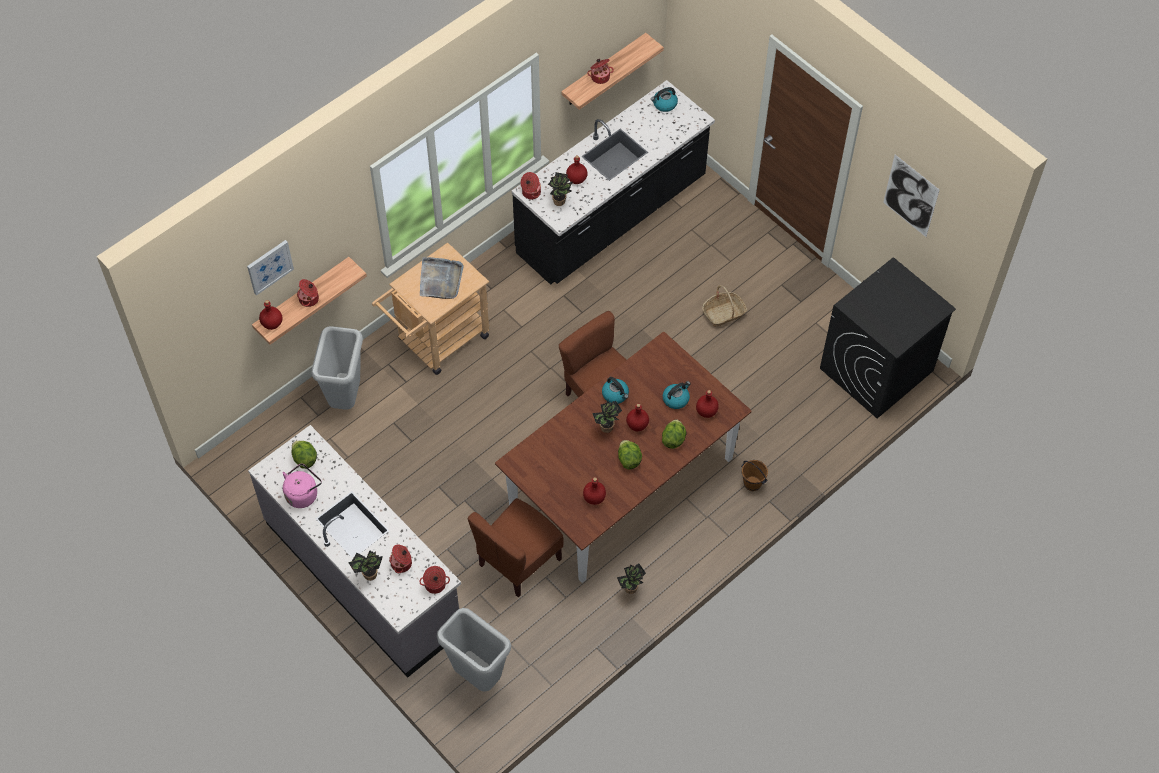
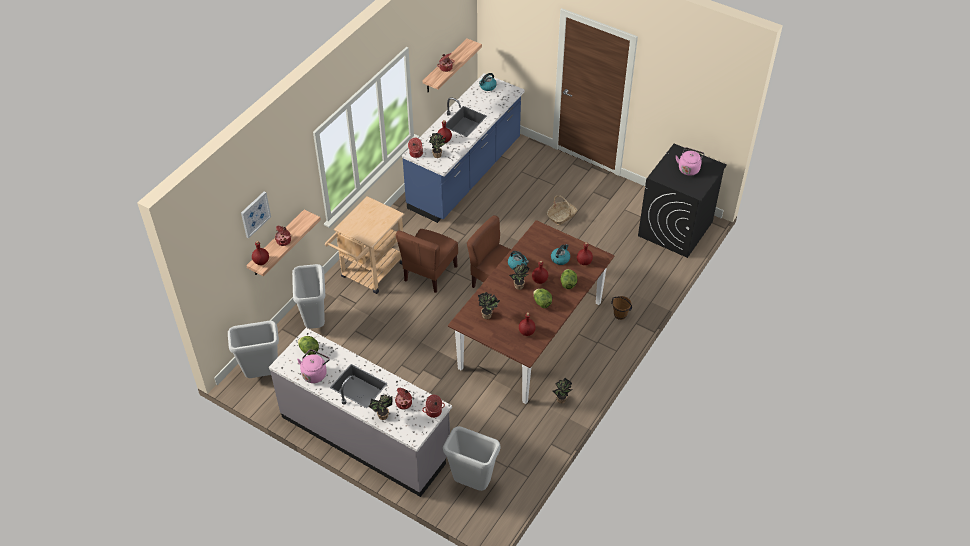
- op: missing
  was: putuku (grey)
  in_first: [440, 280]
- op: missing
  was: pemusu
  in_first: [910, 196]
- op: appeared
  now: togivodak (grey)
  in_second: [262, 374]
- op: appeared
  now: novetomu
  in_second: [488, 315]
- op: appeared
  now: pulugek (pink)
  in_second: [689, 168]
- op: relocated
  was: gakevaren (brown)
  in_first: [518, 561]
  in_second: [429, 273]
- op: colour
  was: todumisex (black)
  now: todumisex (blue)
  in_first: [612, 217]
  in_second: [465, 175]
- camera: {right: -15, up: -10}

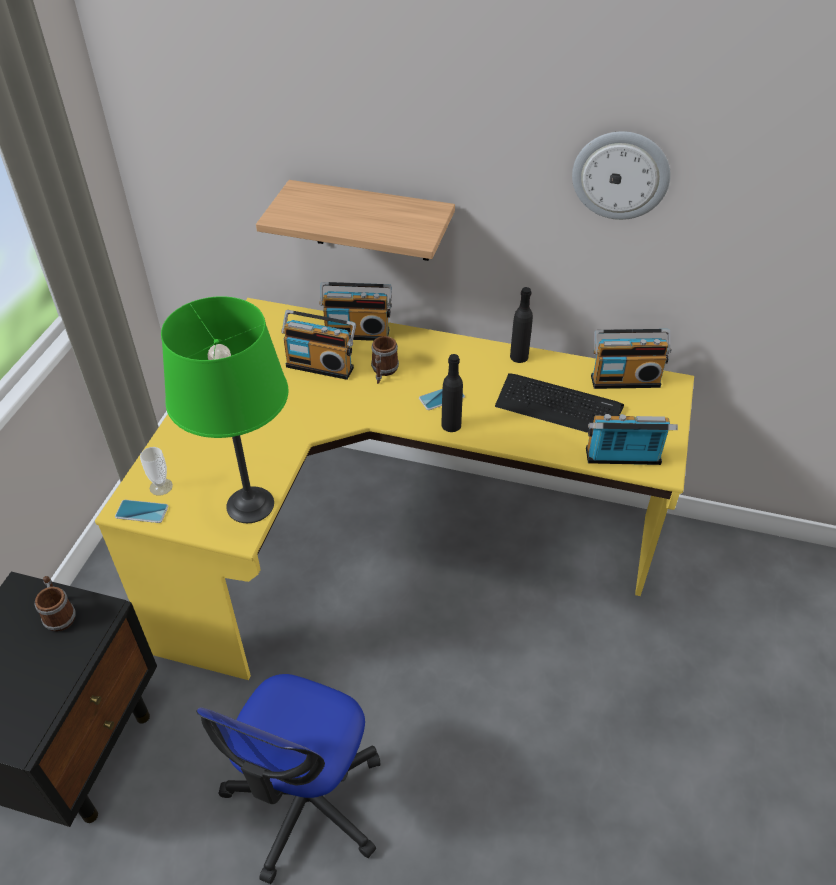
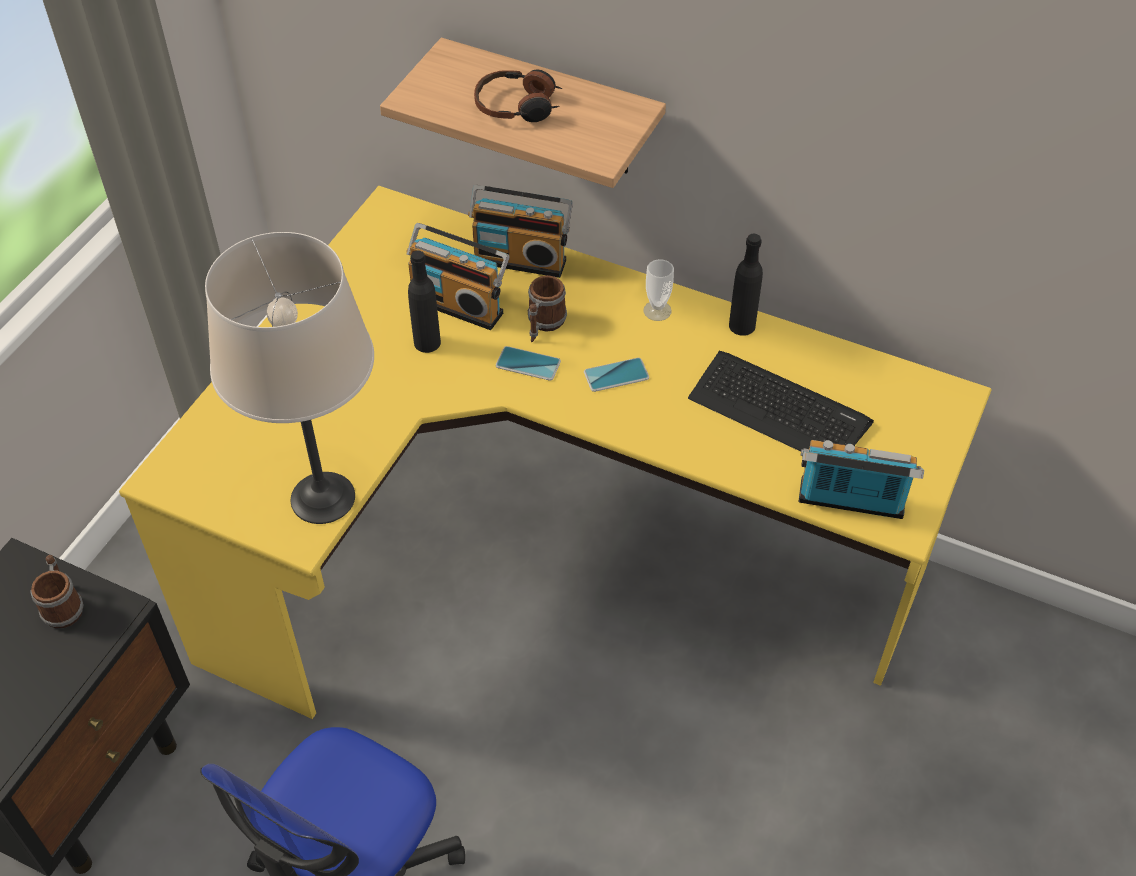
- op: missing
  was: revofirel
  in_first: [620, 175]
- op: missing
  was: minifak
  in_first: [624, 379]
- op: appeared
  now: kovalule
  in_second: [518, 106]
- op: relocated
  was: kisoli
  in_first: [142, 512]
  in_second: [528, 364]
- op: relocated
  was: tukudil
  in_first: [161, 487]
  in_second: [657, 311]
- op: relocated
  was: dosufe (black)
  in_first: [451, 425]
  in_second: [427, 342]
- op: colour
  was: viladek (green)
  now: viladek (beige)
  in_first: [250, 504]
  in_second: [323, 498]
- camera: {right: 10, up: 5}

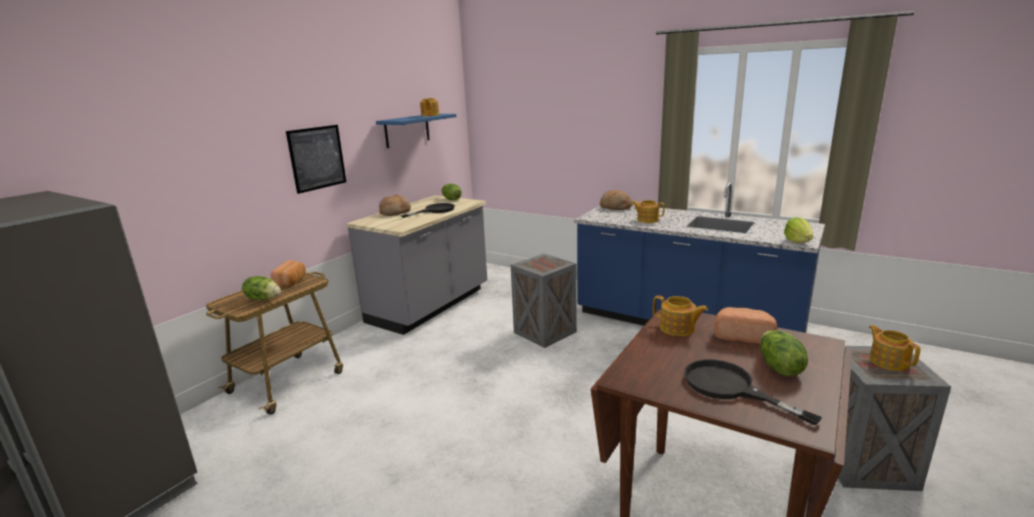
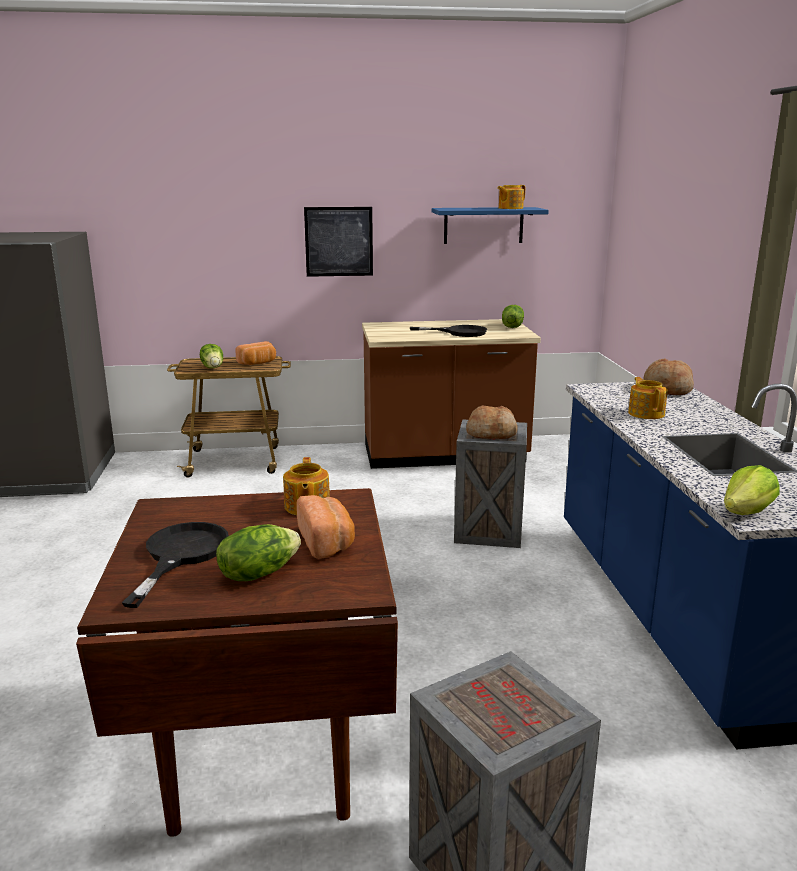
- op: missing
  was: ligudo
  in_first: [888, 361]
- op: relocated
  was: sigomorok
  in_first: [395, 212]
  in_second: [492, 433]
- op: colour
  was: todumisex (grey)
  now: todumisex (brown)
  in_first: [430, 306]
  in_second: [444, 455]
- camera: {right: 50, up: 0}

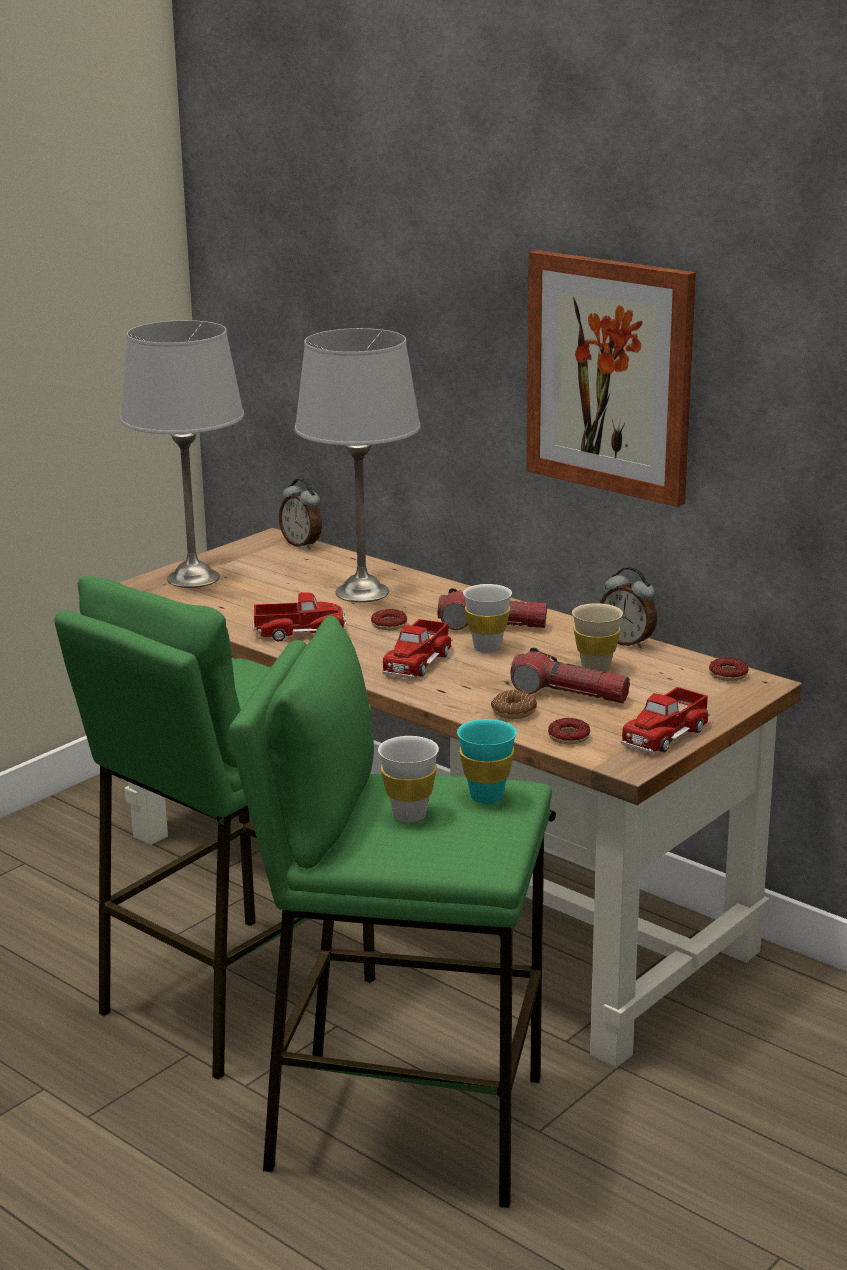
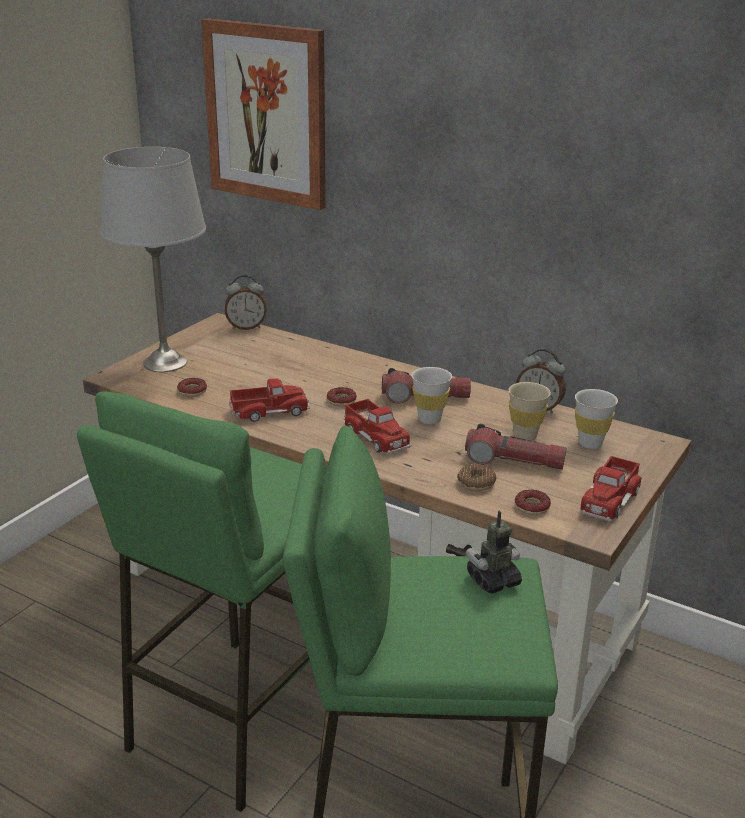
- op: missing
  was: viladek (grey)
  in_first: [362, 593]
- op: relocated
  was: tukudil (white)
  in_first: [409, 815]
  in_second: [590, 443]
- op: relocated
  was: pemusu
  in_first: [610, 376]
  in_second: [267, 113]
- op: relocated
  was: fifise
  in_first: [728, 674]
  in_second: [192, 391]
- op: exchanged
  was: tukudil (turquoise)
  now: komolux
  in_first: [486, 797]
  in_second: [493, 580]
- op: spun
  was: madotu
  in_first: [302, 544]
  in_second: [246, 327]
  clockwise: -45
- op: spun
  was: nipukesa
  in_first: [416, 662]
  in_second: [377, 437]
  clockwise: -45
- camera: {right: -10, up: 5}

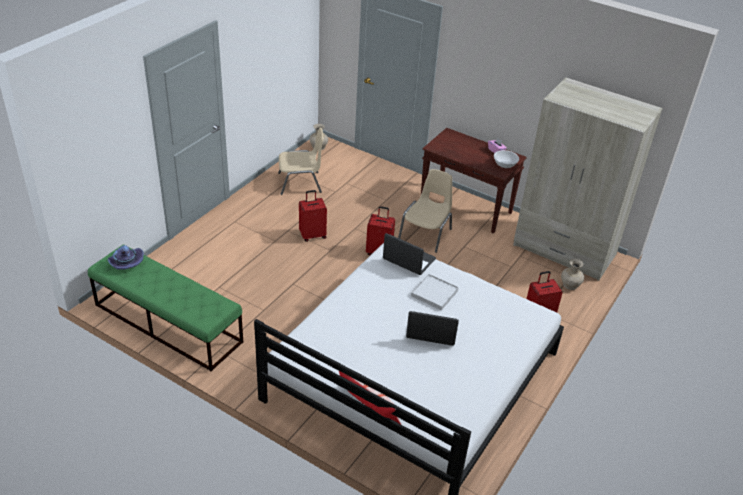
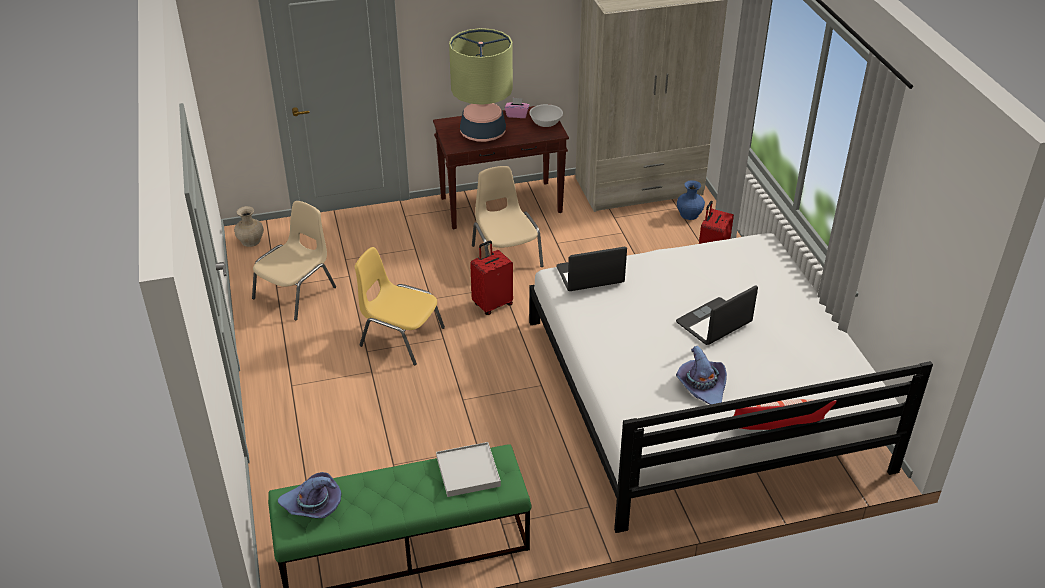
- op: appeared
  now: viladek
  in_second: [483, 133]
- op: appeared
  now: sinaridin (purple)
  in_second: [702, 386]
- op: relocated
  was: putuku (white)
  in_first: [434, 293]
  in_second: [468, 472]
- op: exchanged
  was: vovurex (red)
  now: gakevaren (yellow)
  in_first: [312, 235]
  in_second: [400, 337]
- op: colour
  was: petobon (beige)
  now: petobon (blue)
  in_first: [570, 284]
  in_second: [689, 214]
- camera: {right: -45, up: 0}

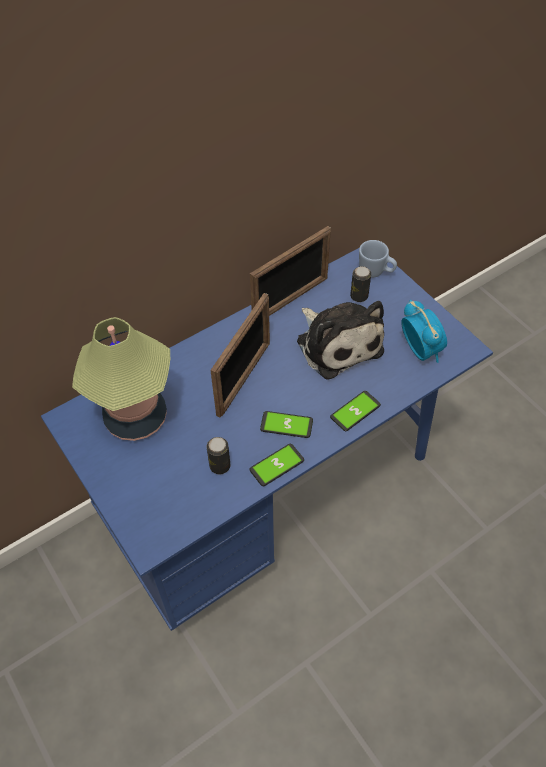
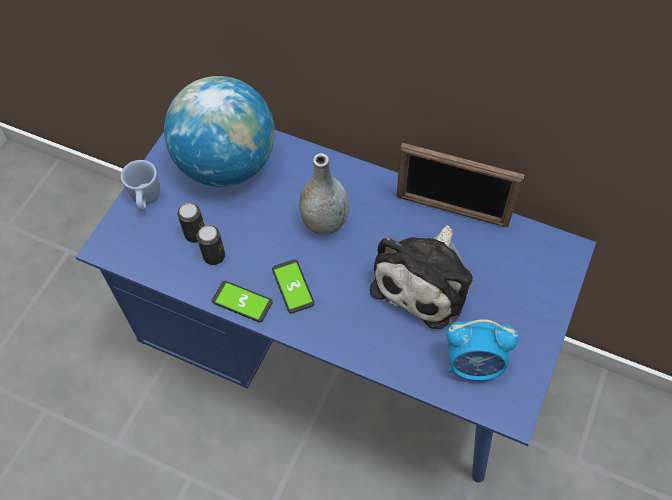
- op: missing
  was: kisoli
  in_first: [355, 411]
- op: relocated
  was: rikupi
  in_first: [359, 296]
  in_second: [195, 234]
- op: relocated
  was: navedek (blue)
  in_first: [376, 272]
  in_second: [146, 199]
- op: exchanged
  was: viladek
  now: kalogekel
  in_first: [136, 417]
  in_second: [227, 164]
- op: exchanged
  was: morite
  now: petobon (grey)
  in_first: [244, 378]
  in_second: [324, 222]
- op: spun
  was: madotu
  in_first: [420, 350]
  in_second: [474, 364]
  clockwise: 60
- camera: {right: 60, up: 5}

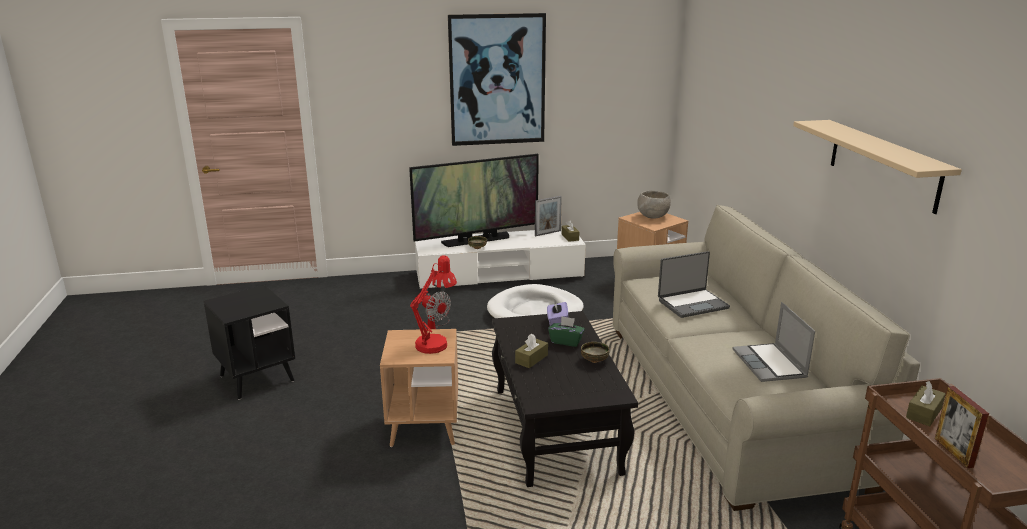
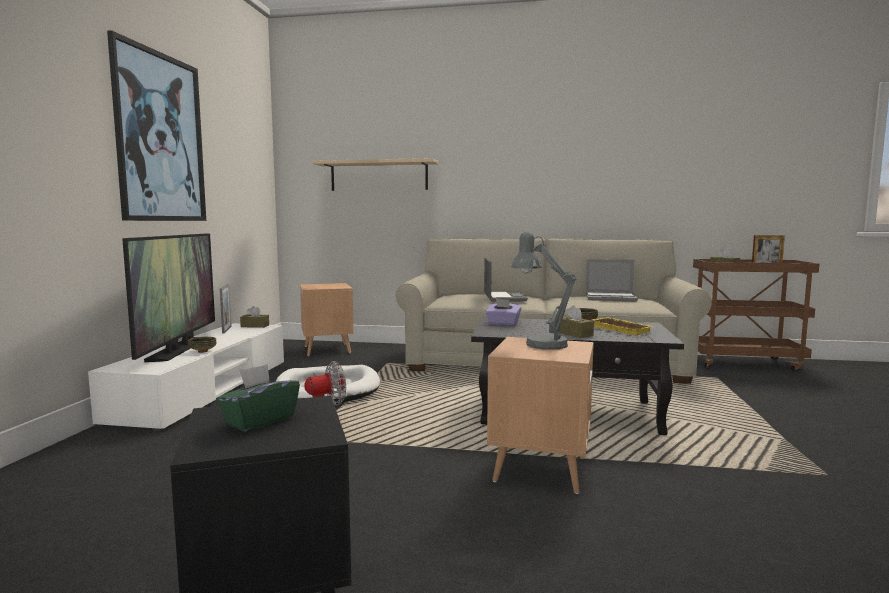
- op: missing
  was: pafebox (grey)
  in_first: [653, 217]
- op: appeared
  now: putuku (yellow)
  in_second: [623, 330]
- op: relocated
  was: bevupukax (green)
  in_first: [566, 341]
  in_second: [259, 421]
- op: relocated
  was: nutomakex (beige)
  in_first: [883, 164]
  in_second: [379, 176]
- op: colour
  was: viladek (red)
  now: viladek (grey)
  in_first: [436, 342]
  in_second: [540, 343]
- camera: {right: -70, up: -15}

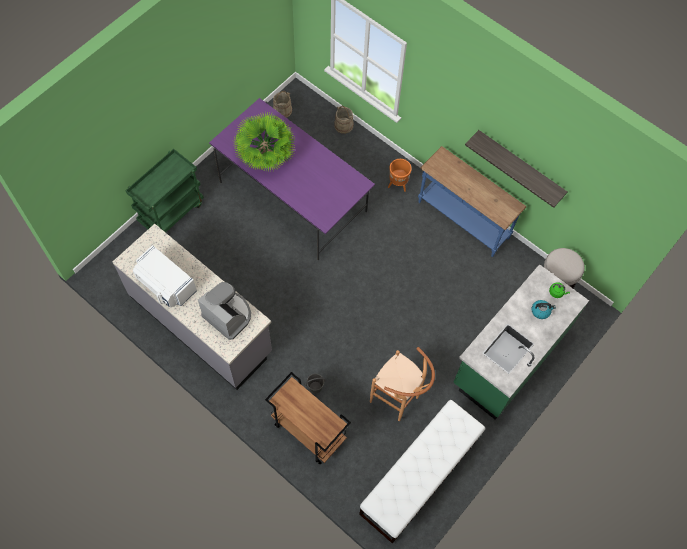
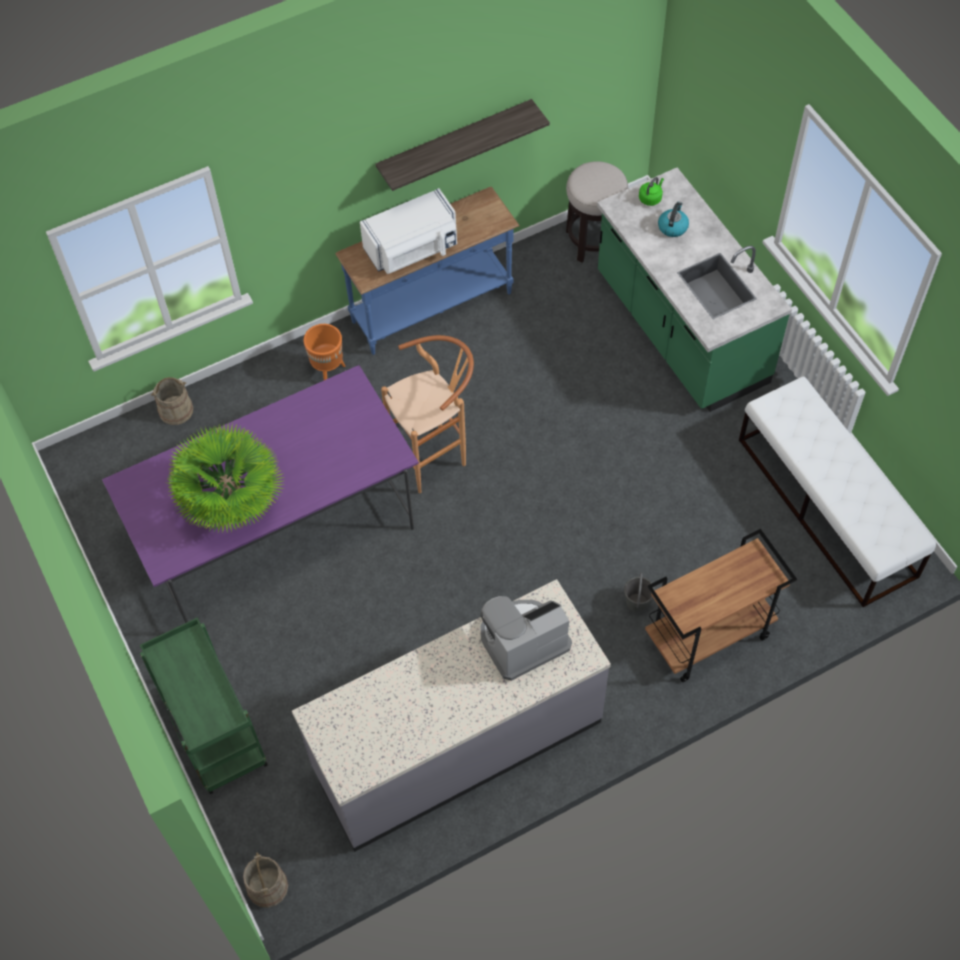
- op: relocated
  was: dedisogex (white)
  in_first: [166, 285]
  in_second: [413, 249]
- op: relocated
  was: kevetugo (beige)
  in_first: [282, 110]
  in_second: [267, 887]
- op: relocated
  was: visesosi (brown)
  in_first: [398, 401]
  in_second: [435, 455]
- camera: {right: -65, up: -5}

